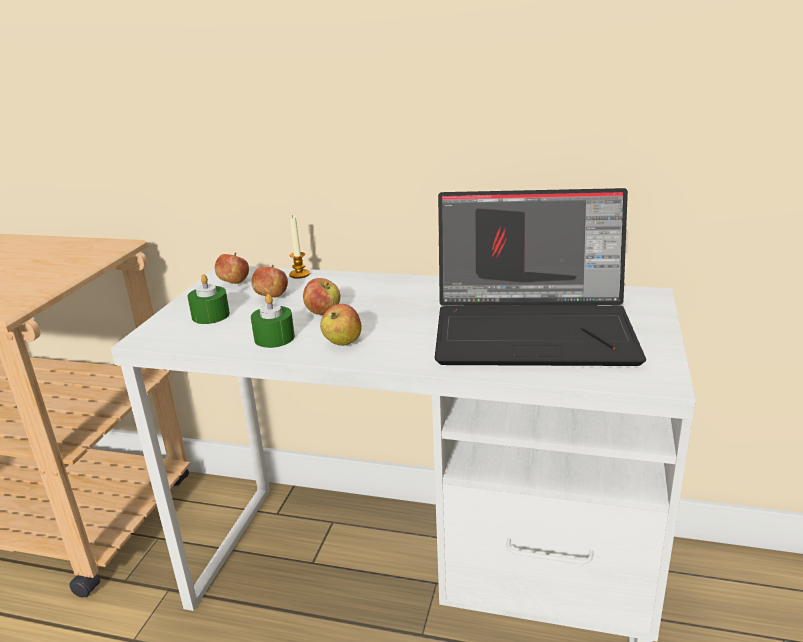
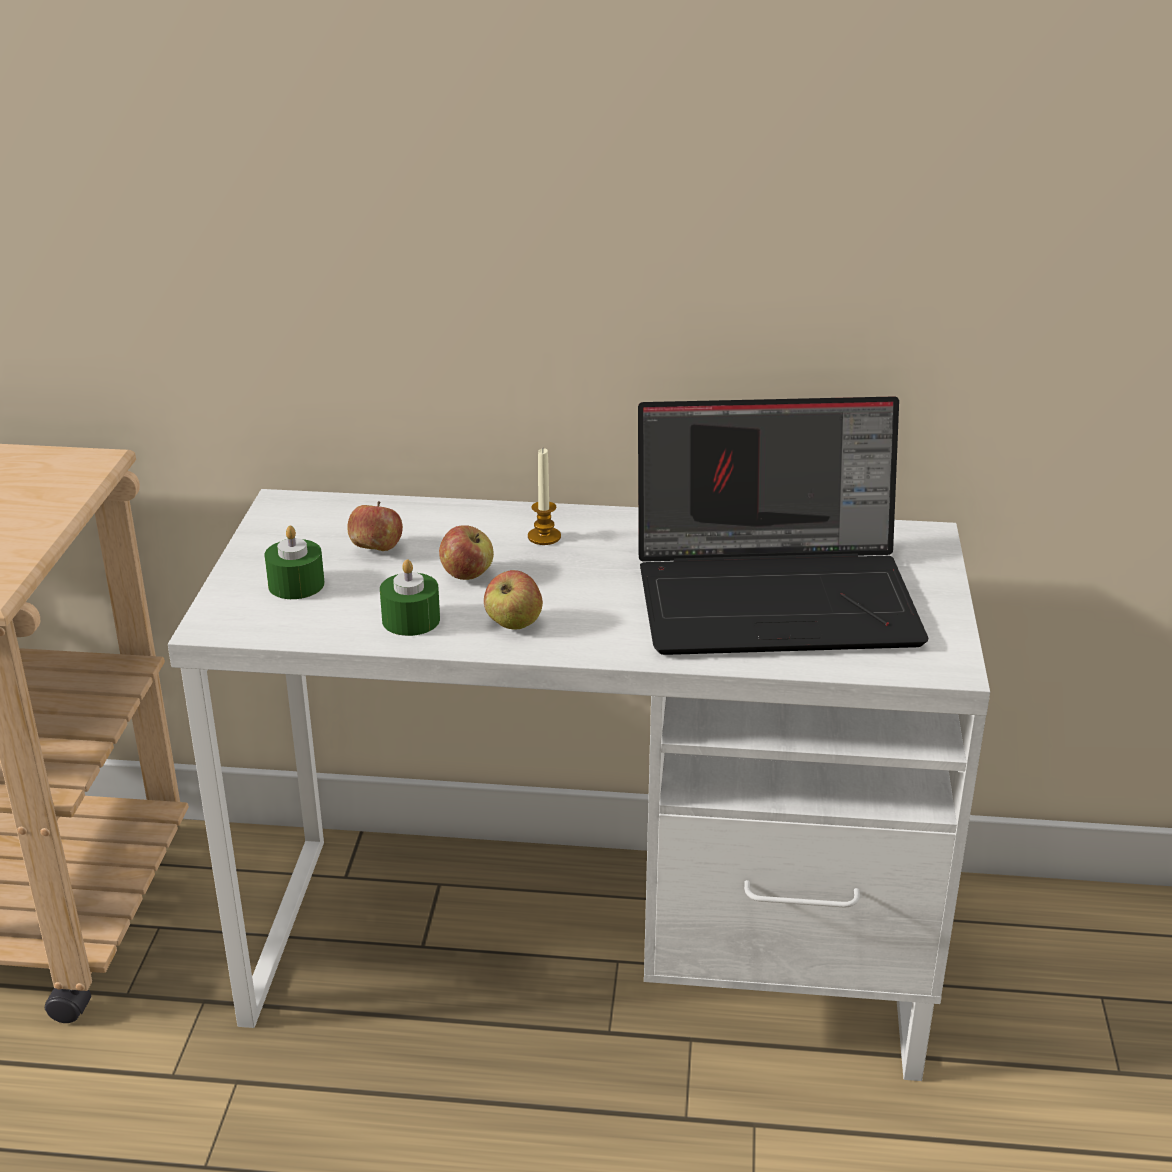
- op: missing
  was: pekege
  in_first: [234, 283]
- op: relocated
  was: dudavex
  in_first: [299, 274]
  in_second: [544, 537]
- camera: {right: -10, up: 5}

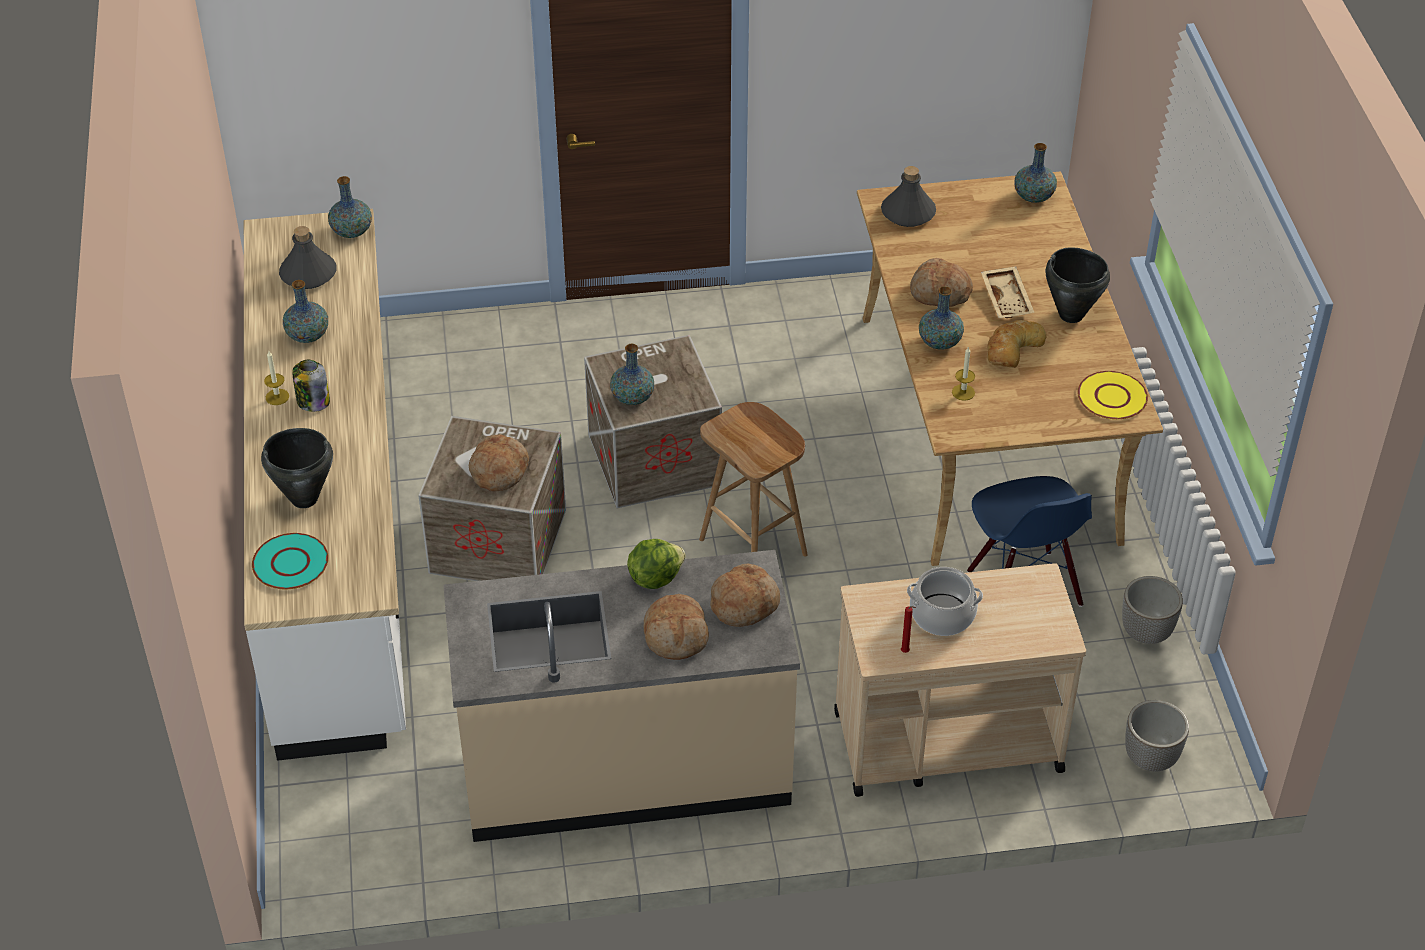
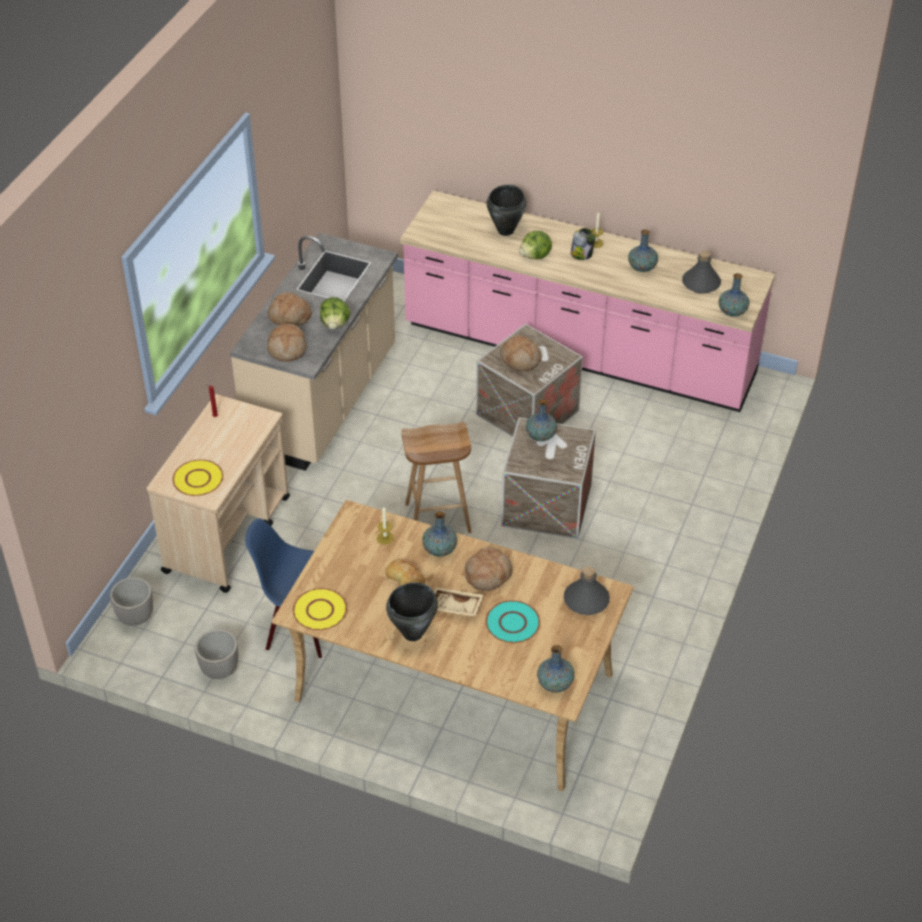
- op: missing
  was: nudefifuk
  in_first: [942, 615]
- op: appeared
  now: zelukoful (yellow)
  in_second: [198, 479]
- op: appeared
  now: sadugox
  in_second: [535, 256]
- op: relocated
  was: zelukoful (turquoise)
  in_first: [291, 562]
  in_second: [513, 623]
- op: colour
  was: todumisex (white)
  now: todumisex (pink)
  in_first: [338, 537]
  in_second: [579, 352]
- camera: {right: 120, up: 0}

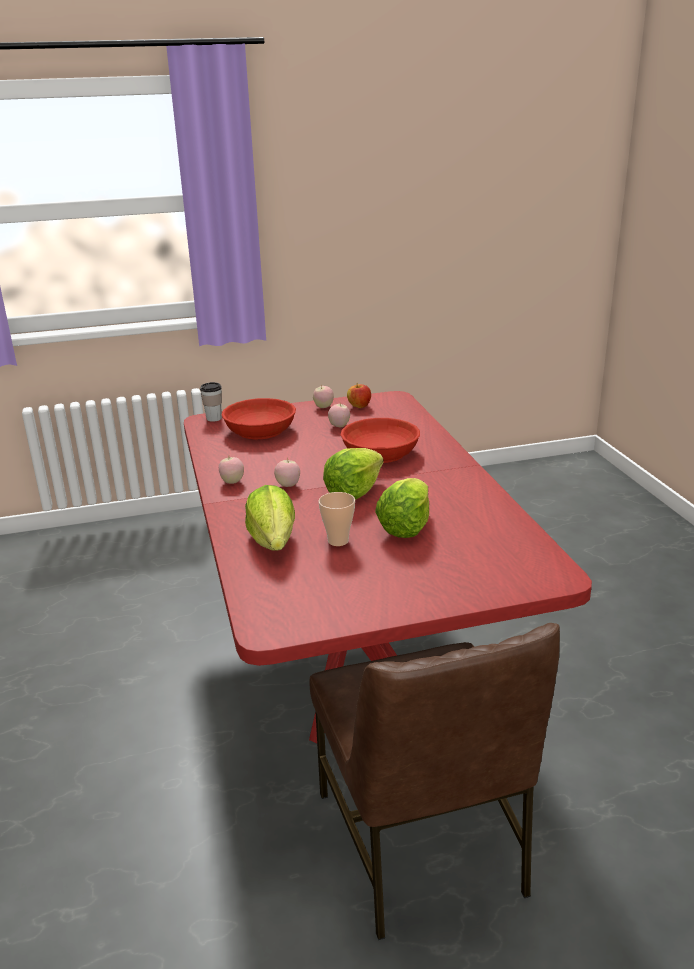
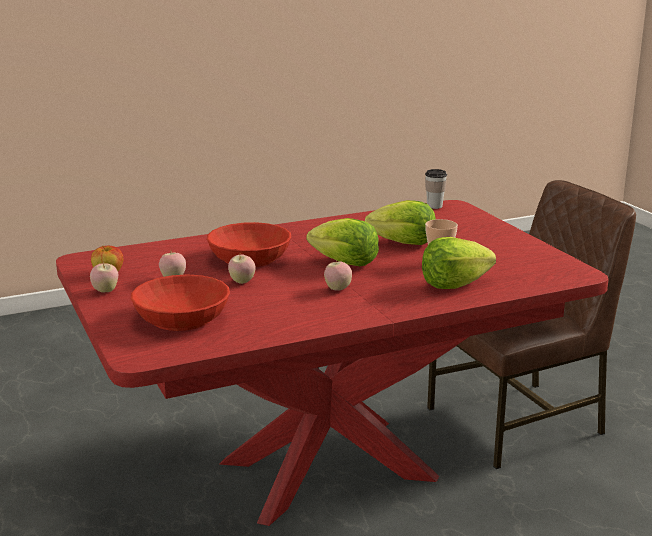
- op: relocated
  was: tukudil
  in_first: [214, 418]
  in_second: [434, 206]
- op: relocated
  was: pekege
  in_first: [232, 482]
  in_second: [242, 282]
- camera: {right: -100, up: -5}

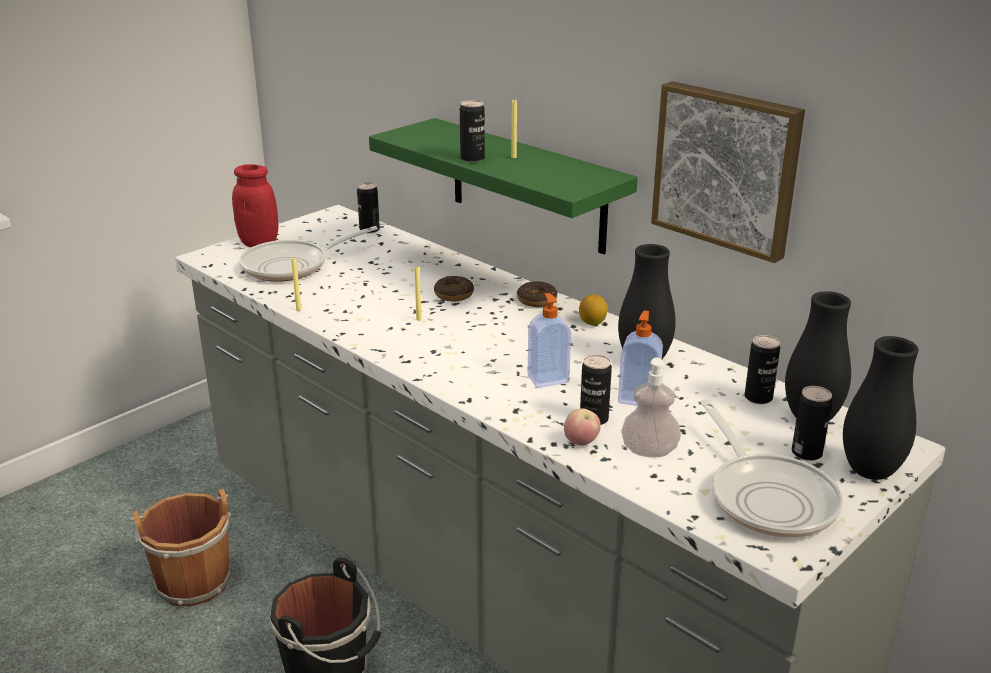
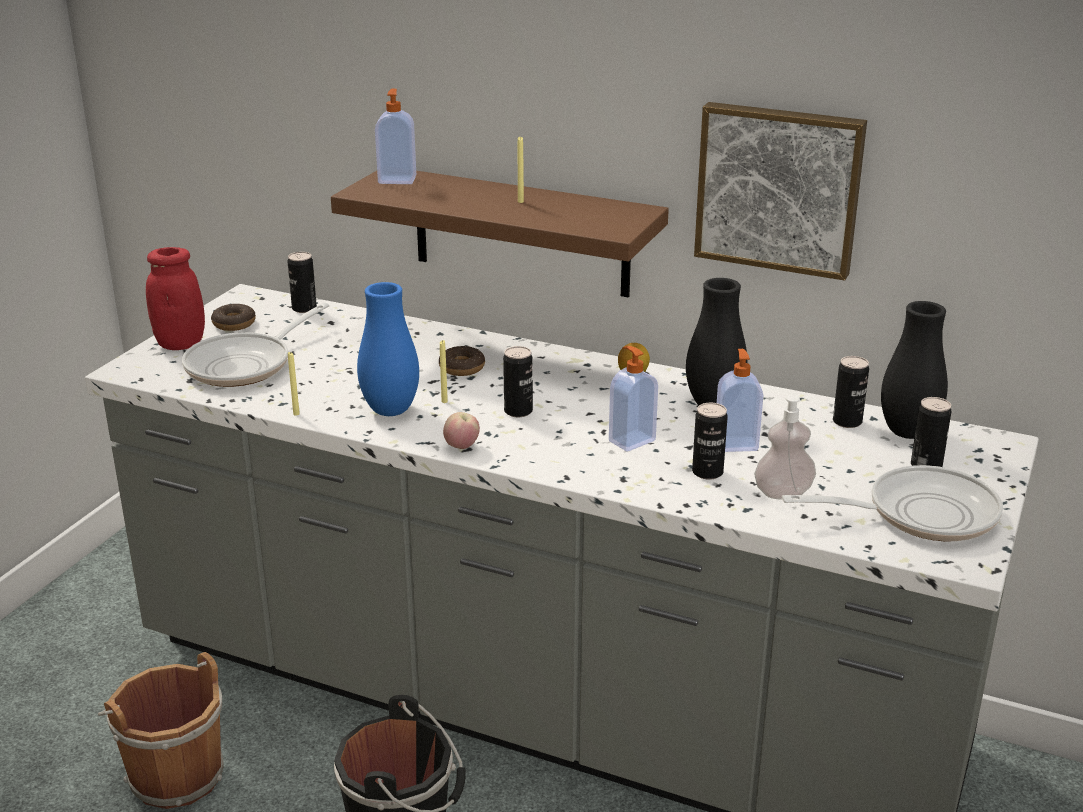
- op: missing
  was: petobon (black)
  in_first: [870, 471]
- op: appeared
  now: petobon (blue)
  in_second: [390, 410]
- op: appeared
  now: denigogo
  in_second: [397, 179]
- op: relocated
  was: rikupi
  in_first: [472, 159]
  in_second: [518, 411]
- op: relocated
  was: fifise
  in_first: [537, 300]
  in_second: [234, 324]
- op: relocated
  was: pekege
  in_first: [581, 443]
  in_second: [461, 447]
- op: colour
  was: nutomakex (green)
  now: nutomakex (brown)
  in_first: [527, 185]
  in_second: [521, 232]
- op: spun
  was: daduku
  in_first: [768, 497]
  in_second: [920, 514]
  clockwise: -60
- camera: {right: -20, up: 0}

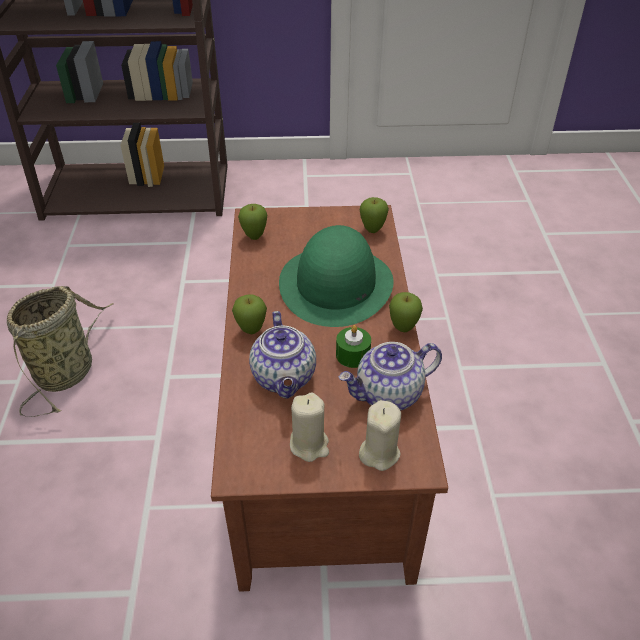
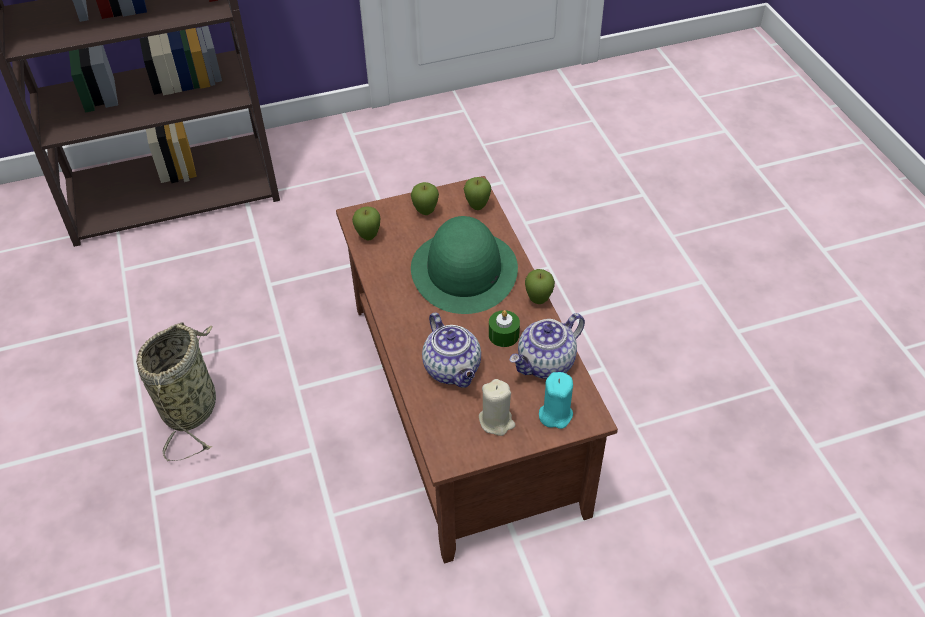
- op: relocated
  was: pekege
  in_first: [251, 331]
  in_second: [425, 212]
- op: colour
  was: dudavex (beige)
  now: dudavex (turquoise)
  in_first: [379, 453]
  in_second: [555, 414]
- camera: {right: -15, up: 5}

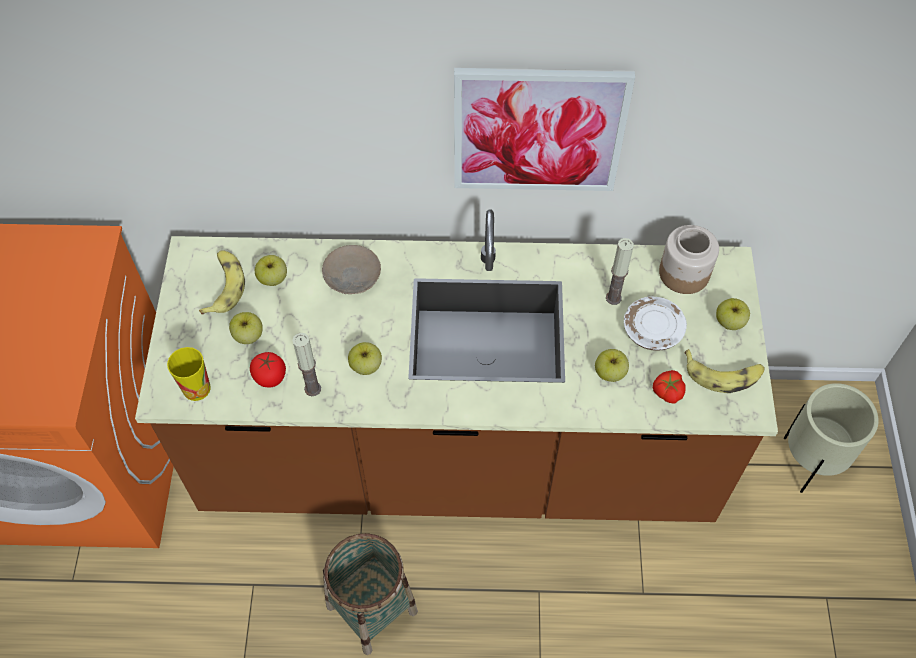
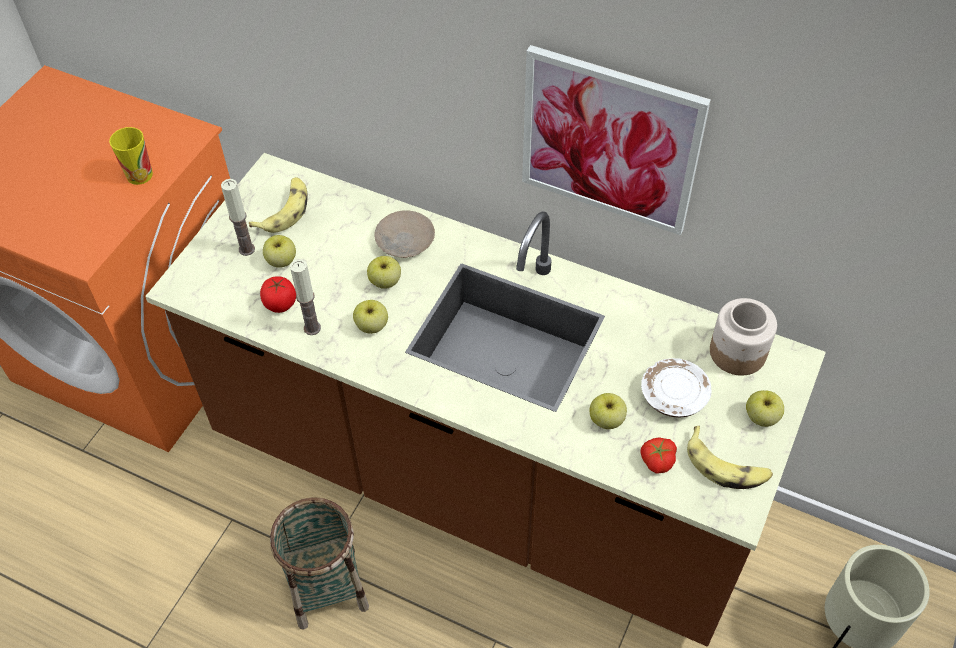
- op: relocated
  was: tukudil
  in_first: [196, 388]
  in_second: [139, 175]
- op: relocated
  was: pekege
  in_first: [273, 279]
  in_second: [385, 282]
- op: relocated
  was: dudavex
  in_first: [613, 298]
  in_second: [246, 249]
- camera: {right: 25, up: -5}

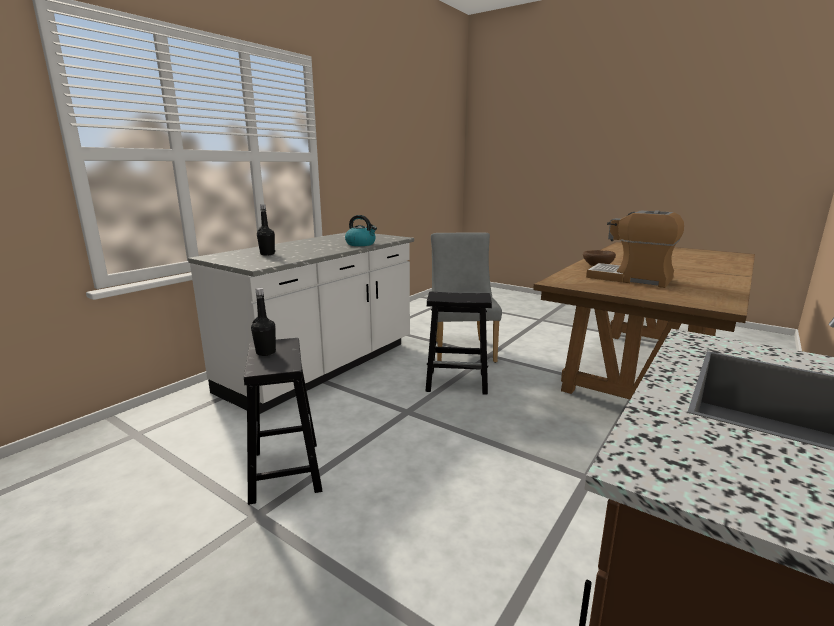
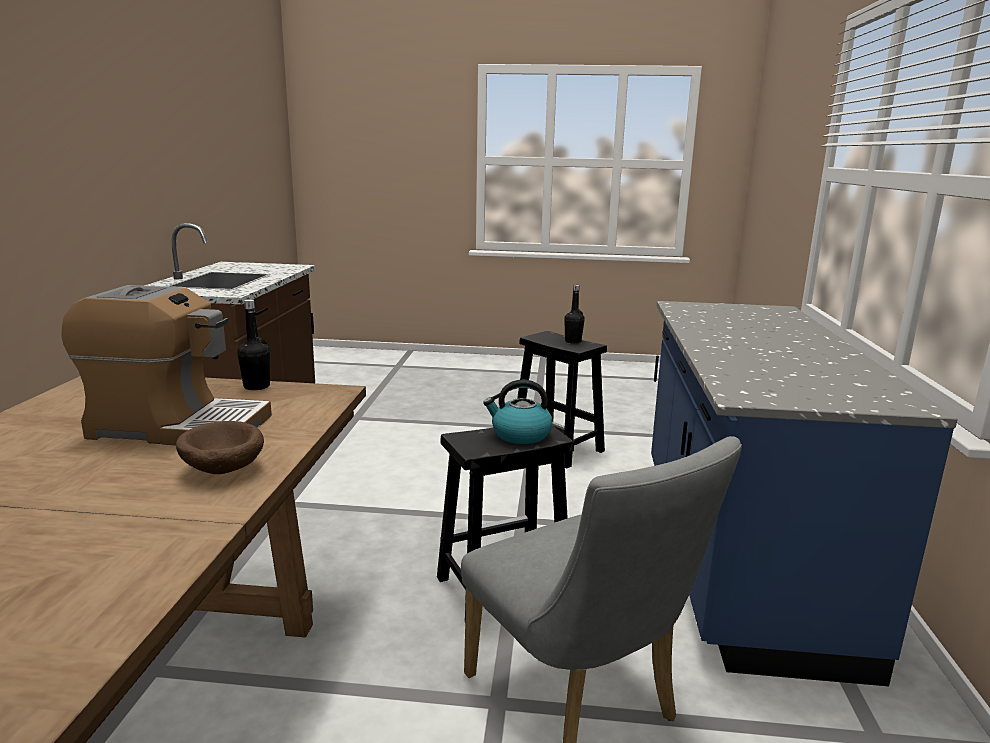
- op: relocated
  was: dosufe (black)
  in_first: [267, 254]
  in_second: [256, 386]
- op: relocated
  was: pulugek
  in_first: [361, 244]
  in_second: [520, 434]
- op: colour
  was: todumisex (white)
  now: todumisex (blue)
  in_first: [322, 367]
  in_second: [735, 553]
- camera: {right: 150, up: 0}

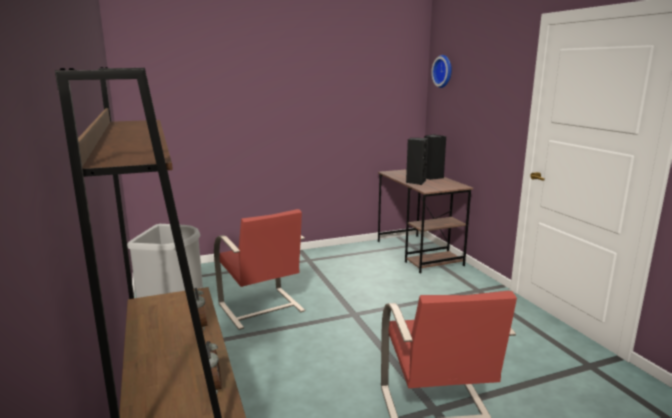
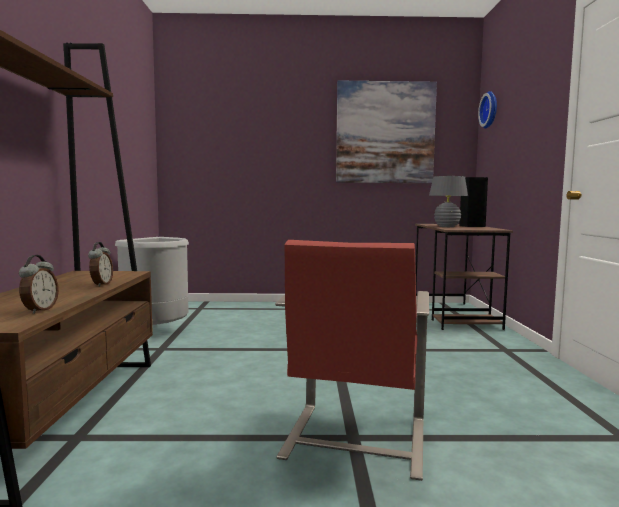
- op: missing
  was: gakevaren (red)
  in_first: [261, 308]
- op: appeared
  now: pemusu
  in_second: [385, 133]
- op: exchanged
  was: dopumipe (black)
  now: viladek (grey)
  in_first: [415, 182]
  in_second: [446, 227]
- camera: {right: 20, up: -10}

